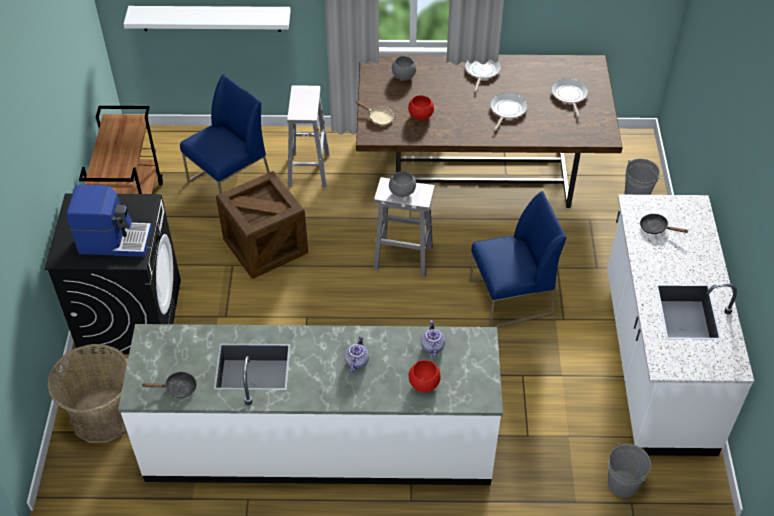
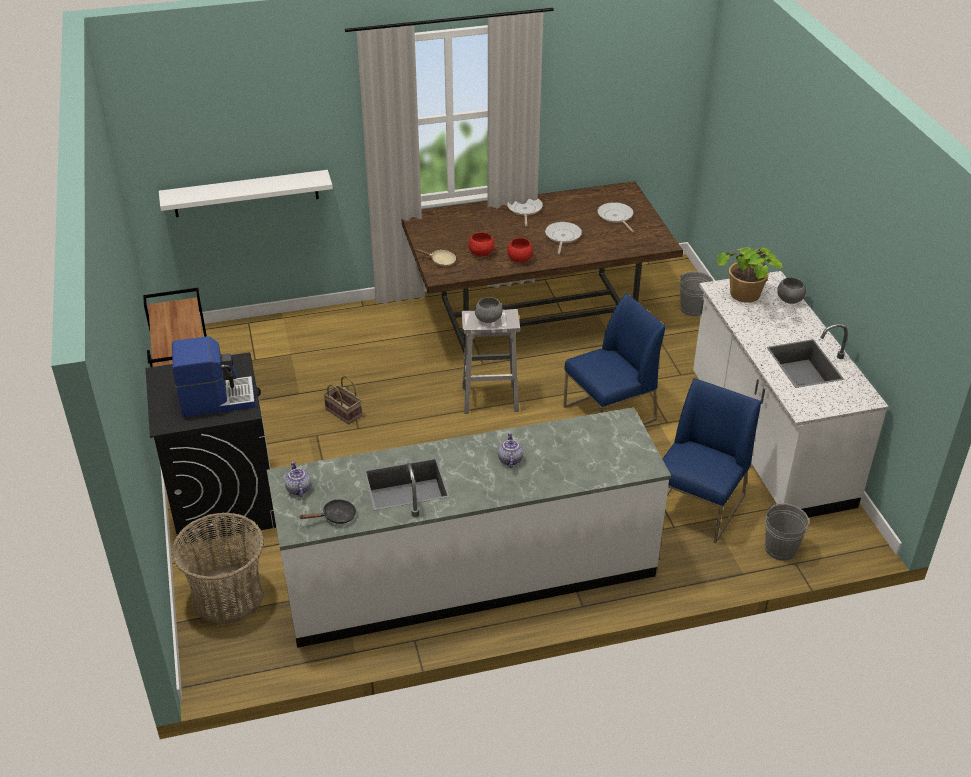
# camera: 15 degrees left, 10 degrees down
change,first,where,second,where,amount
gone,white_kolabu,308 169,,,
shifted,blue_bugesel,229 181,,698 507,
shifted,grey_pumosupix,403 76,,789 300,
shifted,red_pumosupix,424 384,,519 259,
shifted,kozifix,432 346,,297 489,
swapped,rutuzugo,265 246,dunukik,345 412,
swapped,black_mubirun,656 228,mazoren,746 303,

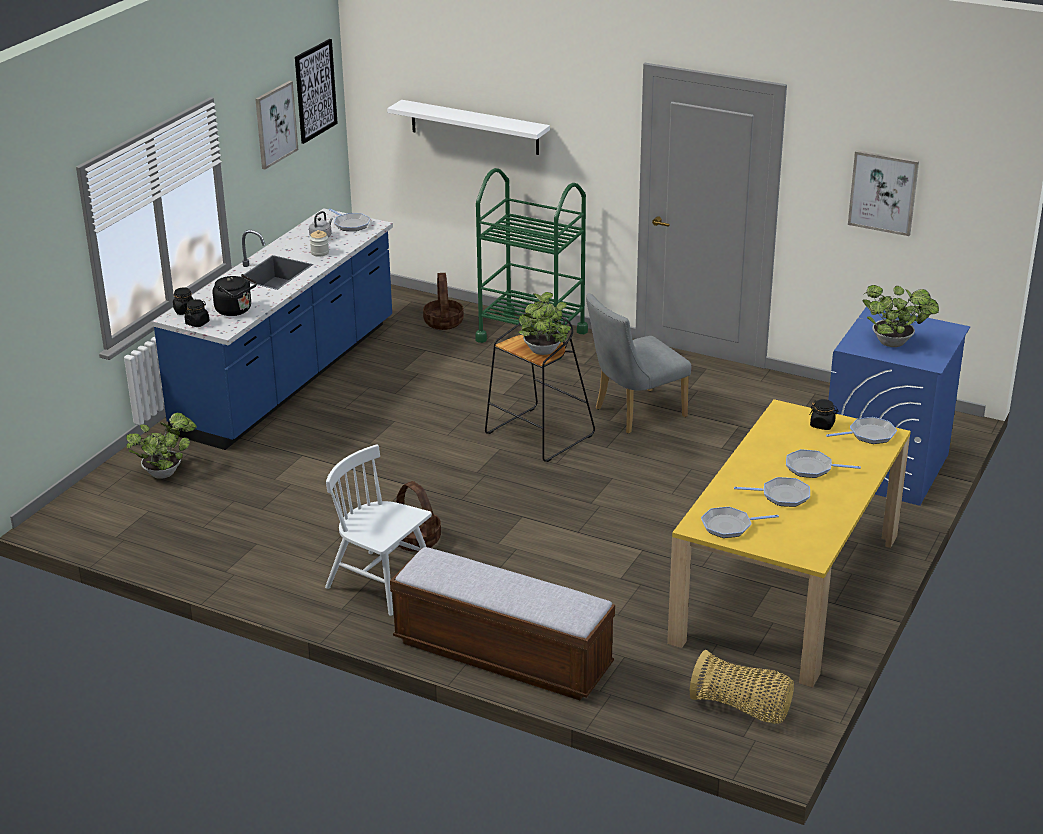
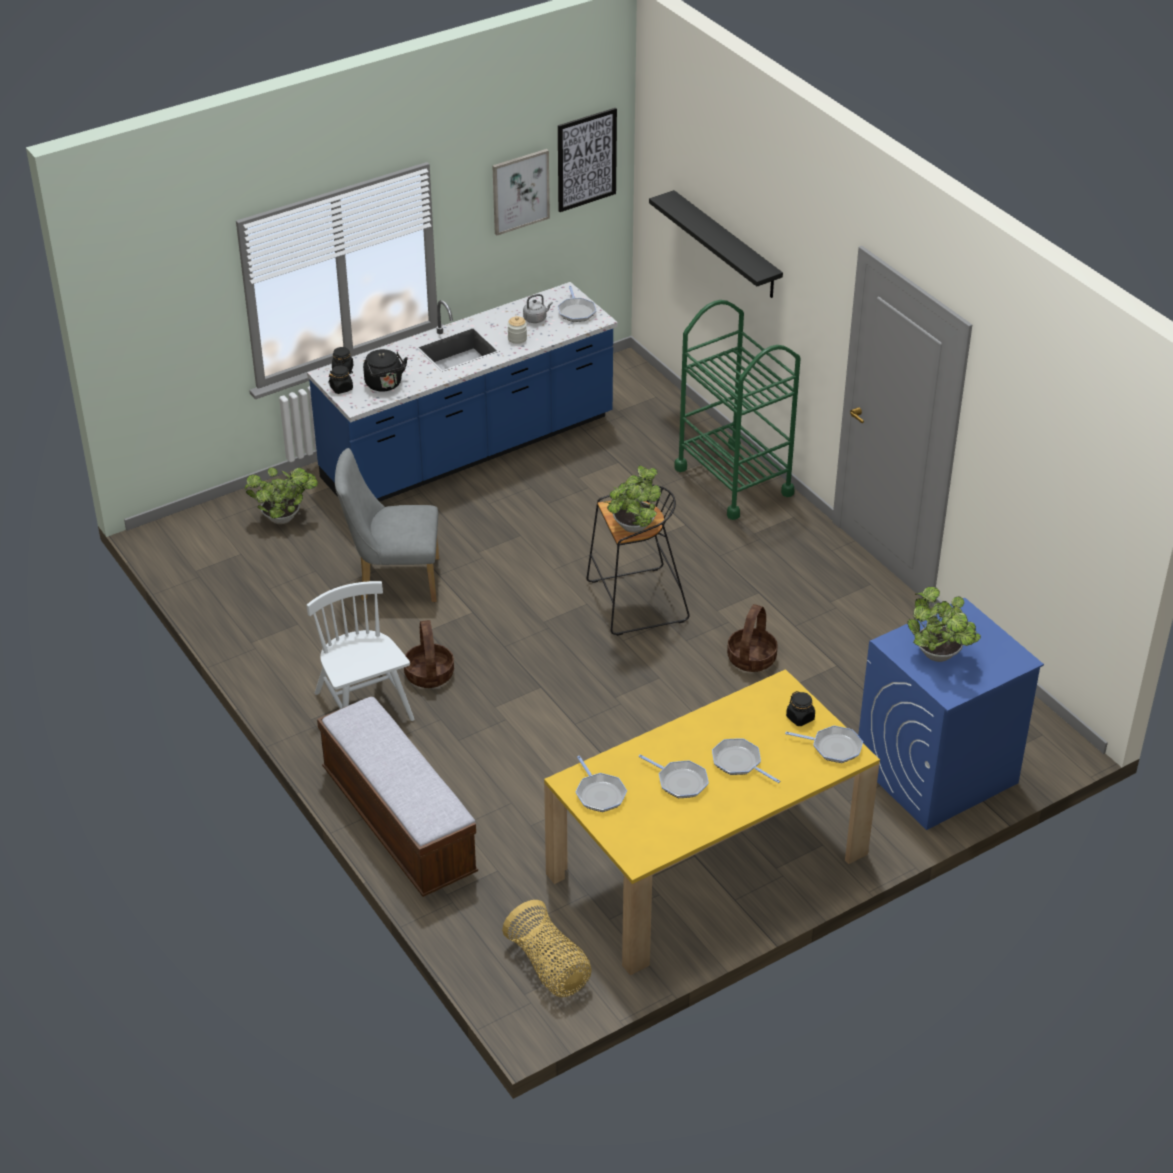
# camera: 30 degrees right, 10 degrees up
change,first,where,second,where,amount
gone,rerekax,883 192,,,
shifted,dunukik,444 322,,751 658,
shifted,grey_bugesel,634 414,,392 580,
repainted,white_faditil,474 127,black_faditil,726 245,
rotated,mubirun,729 526,,599 794,135 degrees counterclockwise

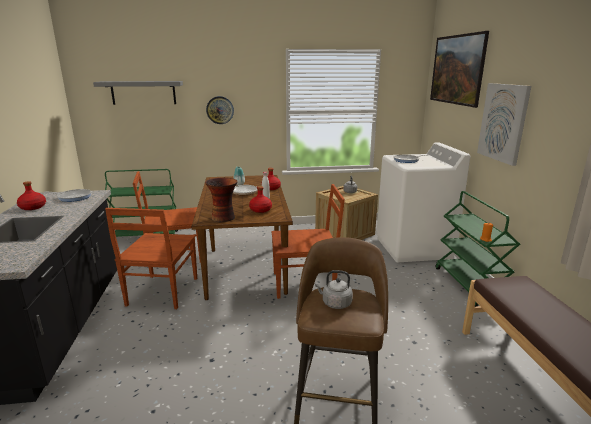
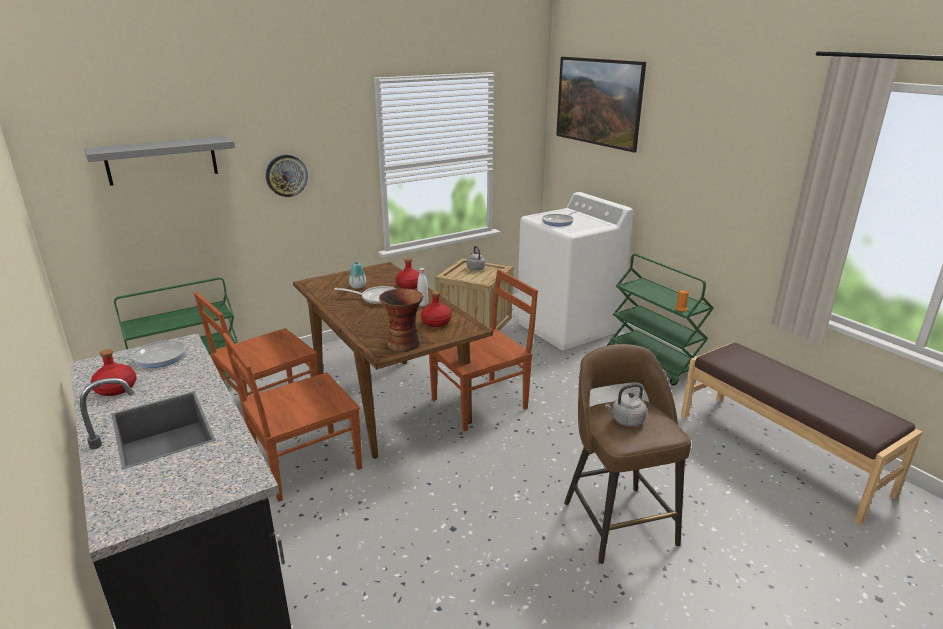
# camera: 25 degrees left, 5 degrees up
change,first,where,second,where,amount
gone,rerekax,503 122,,,
rotated,brown_bugesel,162 292,,304 465,75 degrees clockwise

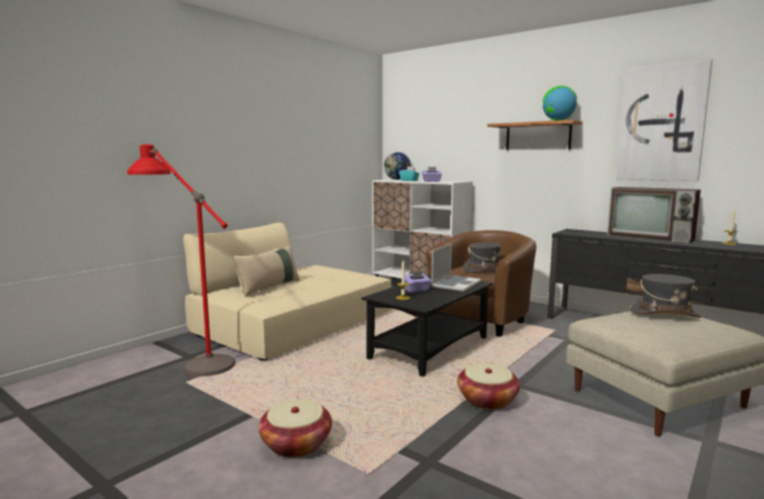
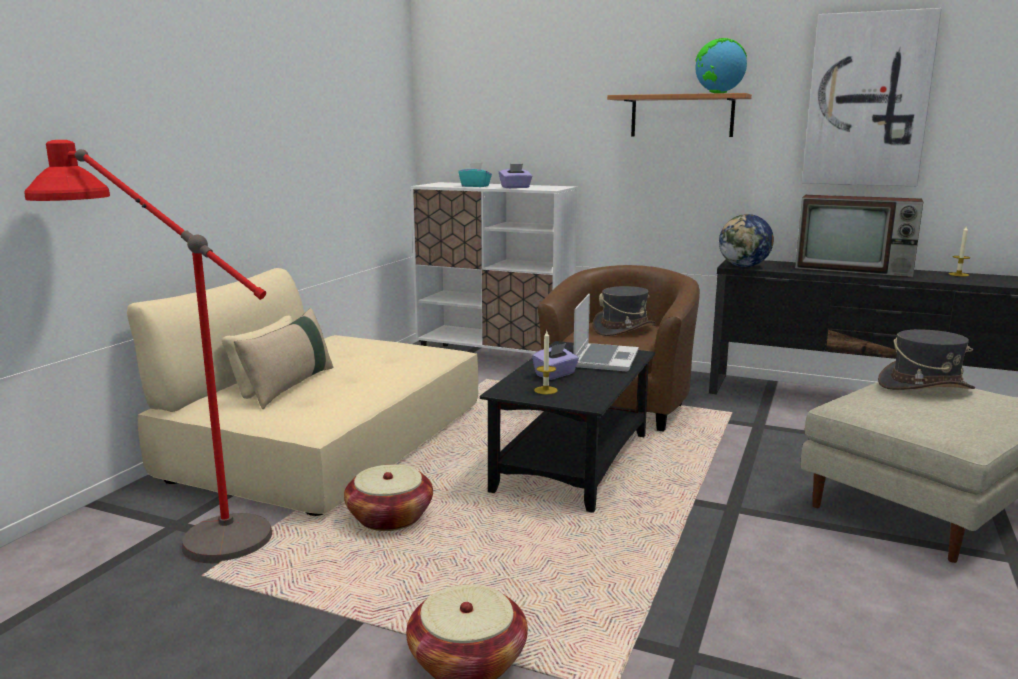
# camera: 15 degrees left, 5 degrees up
change,first,where,second,where,amount
shifted,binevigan,397 179,,744 266,
shifted,dunukik,487 400,,389 517,

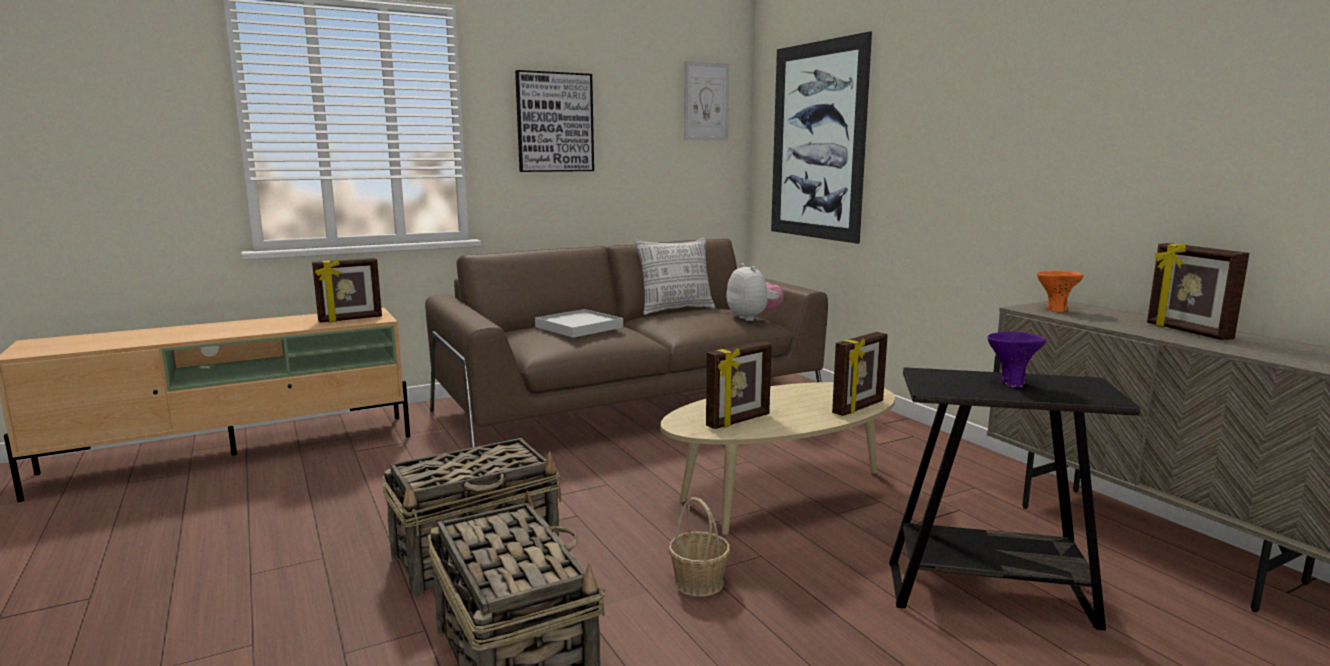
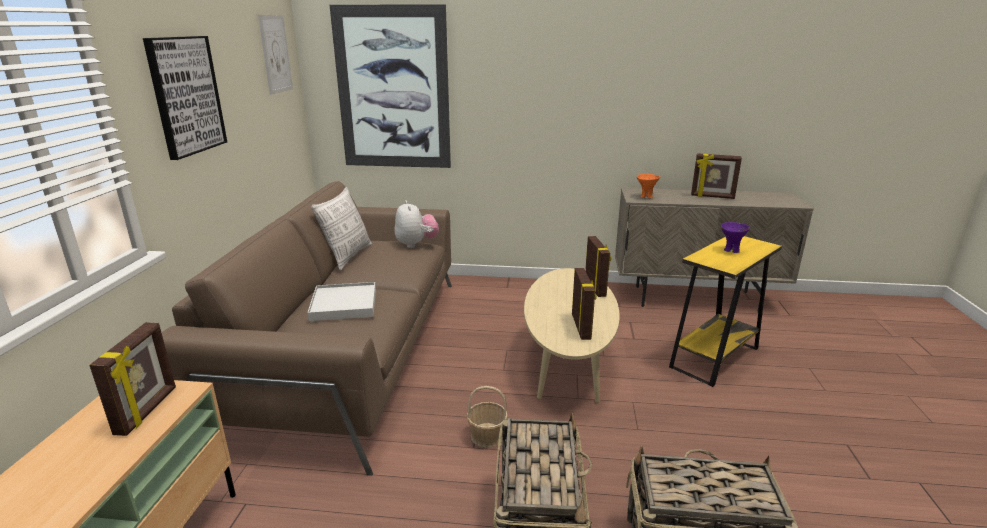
# camera: 55 degrees left, 10 degrees up
change,first,where,second,where,amount
shifted,dunukik,698 582,,487 436,
repainted,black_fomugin,989 594,yellow_fomugin,714 357,
rotated,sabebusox,753 318,,416 244,60 degrees clockwise

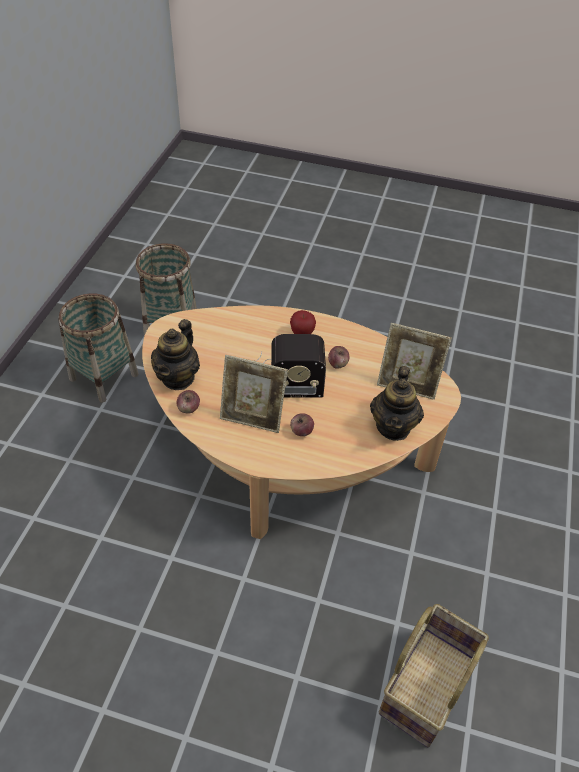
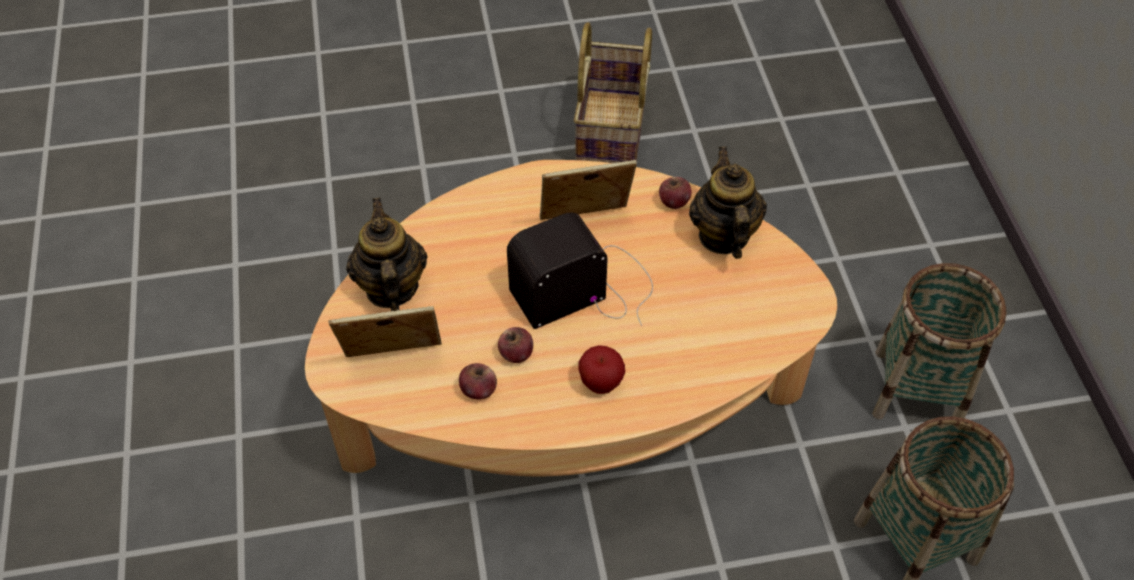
# camera: 155 degrees right, 5 degrees up
change,first,where,second,where,amount
shifted,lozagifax,301 431,,478 390,
shifted,dunukik,425 684,,613 132,

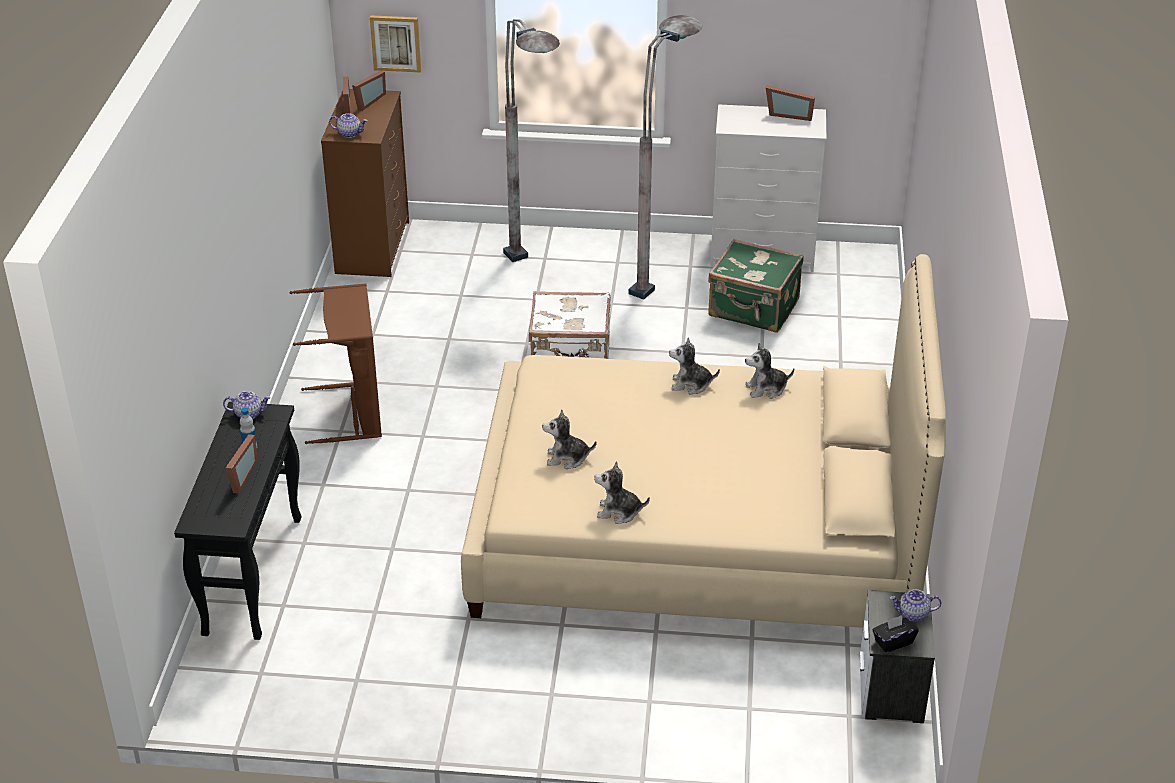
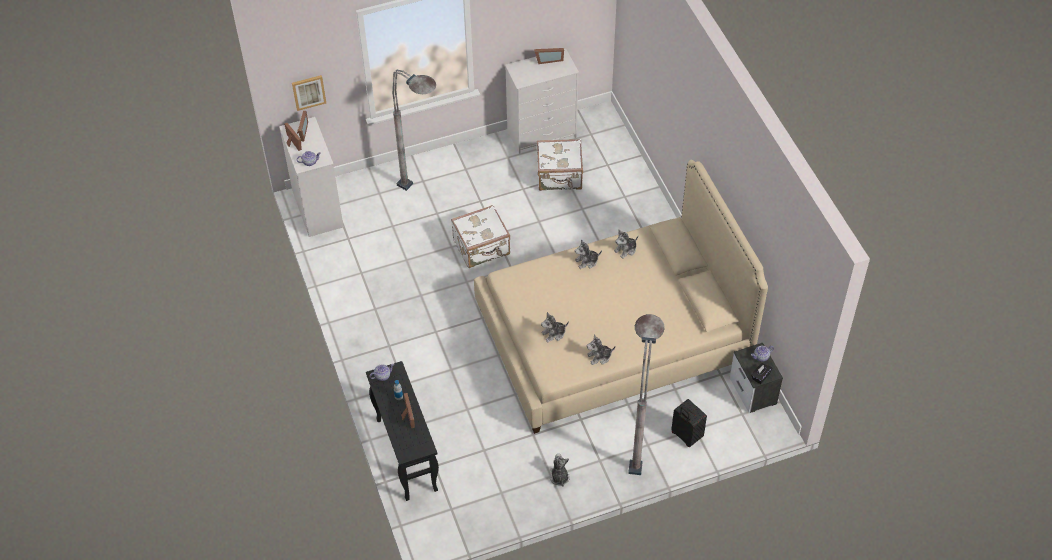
# camera: 25 degrees left, 15 degrees up
change,first,where,second,where,amount
gone,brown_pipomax,353 412,,,
new,,,sabebusox,559 477,
new,,,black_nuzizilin,686 436,
shifted,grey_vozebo,664 273,,638 443,
repainted,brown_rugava,372 247,white_rugava,317 208,
repainted,green_nuzizilin,753 309,white_nuzizilin,560 177,

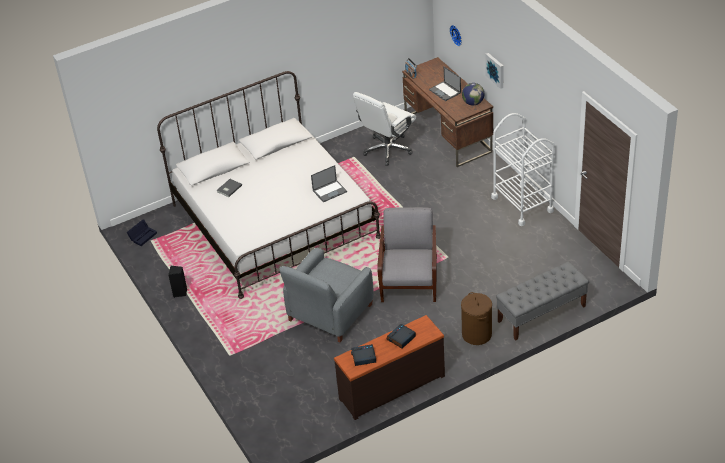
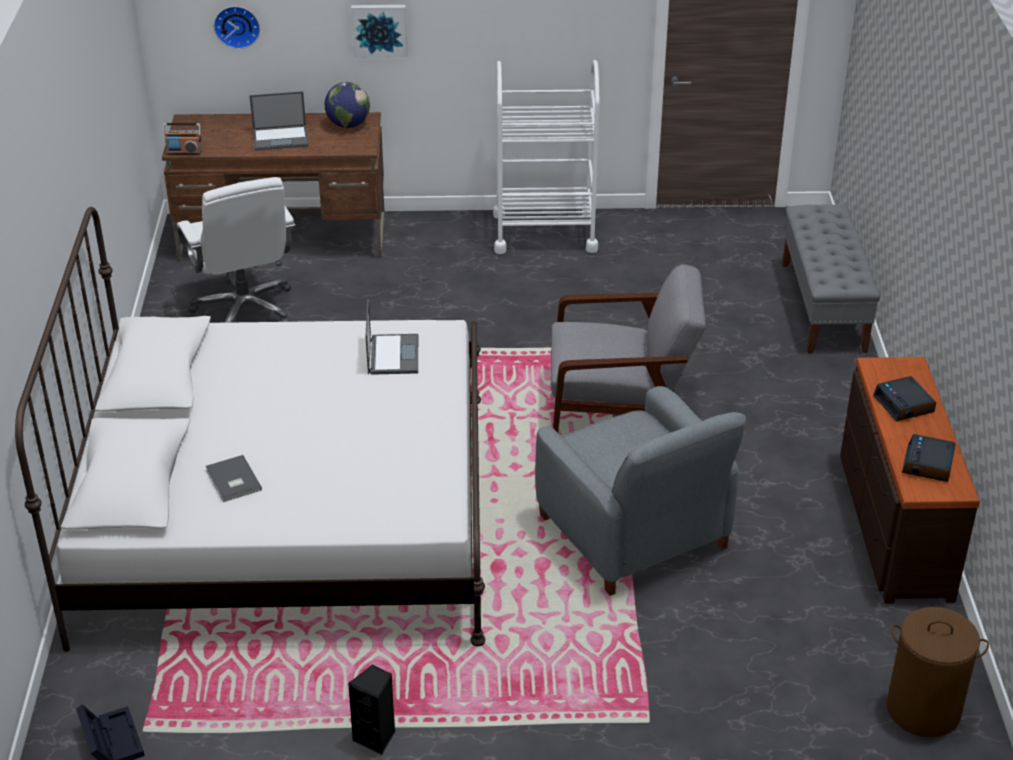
# camera: 65 degrees left, 5 degrees down
change,first,where,second,where,amount
shifted,brown_pipomax,477 334,,924 710,
rotated,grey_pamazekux,409 278,,621 406,150 degrees clockwise

